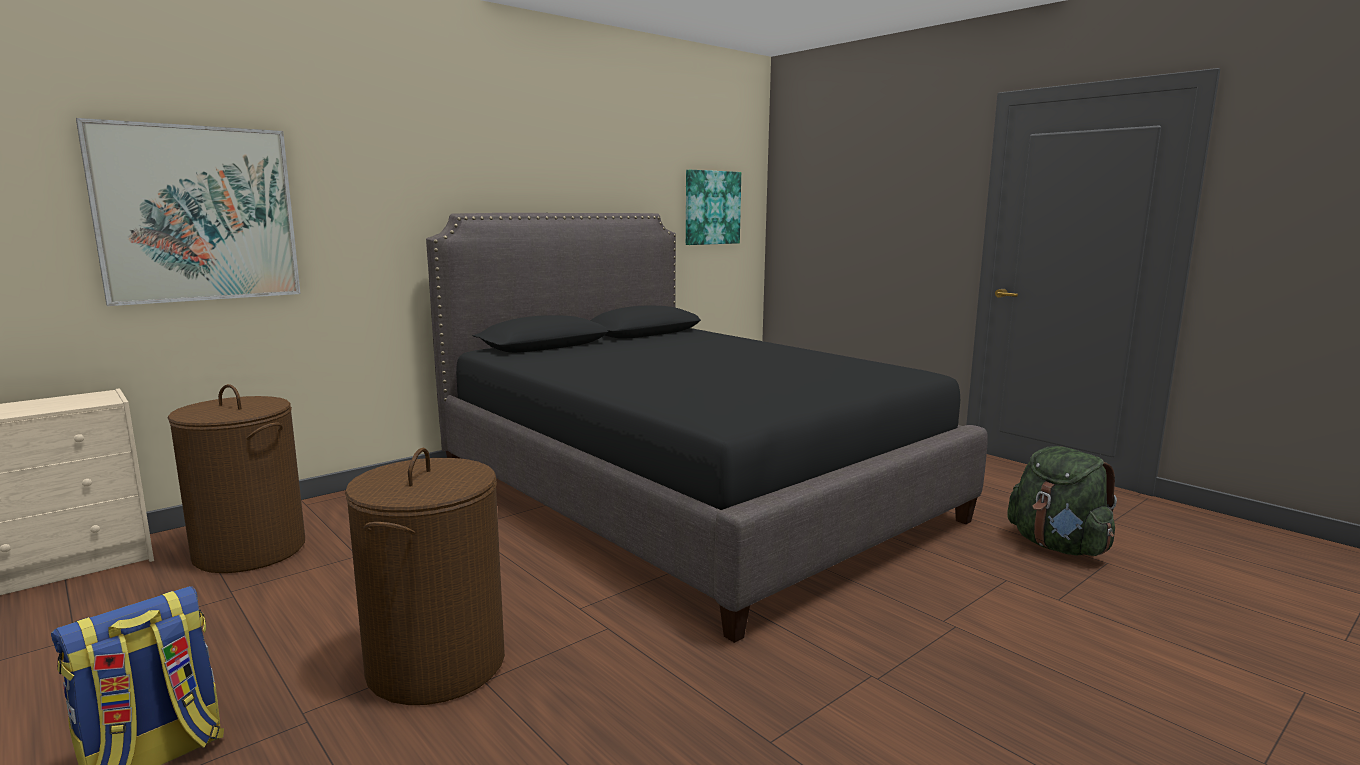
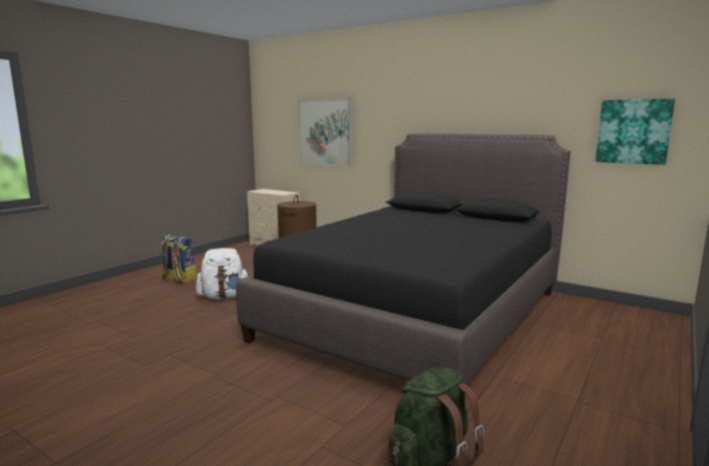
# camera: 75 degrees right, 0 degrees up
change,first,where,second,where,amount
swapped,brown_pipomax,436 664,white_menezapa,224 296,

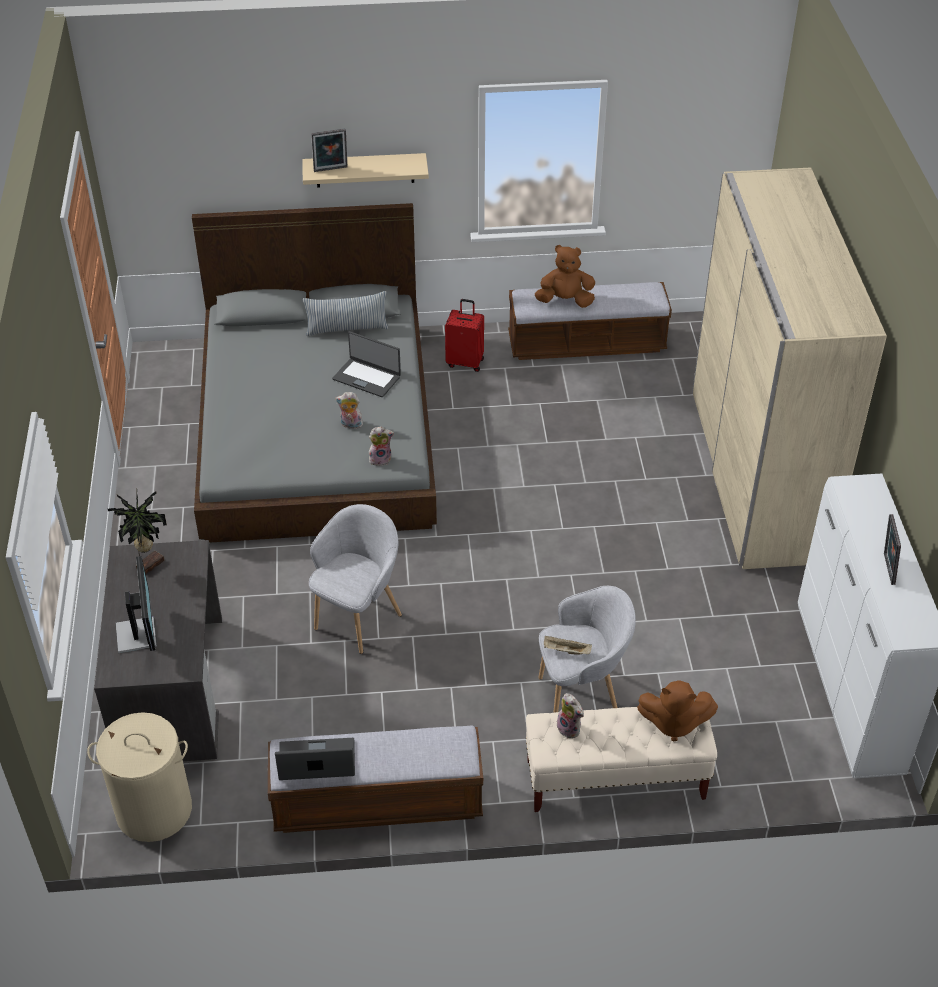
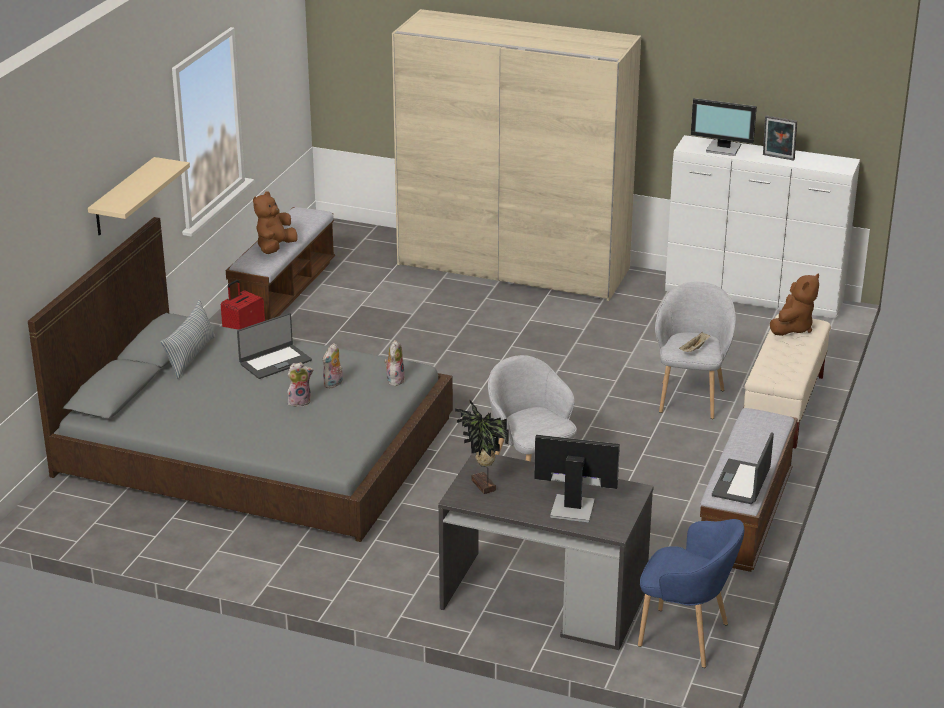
# camera: 65 degrees left, 15 degrees down
change,first,where,second,where,amount
gone,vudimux,331 170,,,
new,,,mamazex,723 149,
shifted,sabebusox,570 728,,300 401,
swapped,beige_pipomax,153 810,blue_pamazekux,686 637,

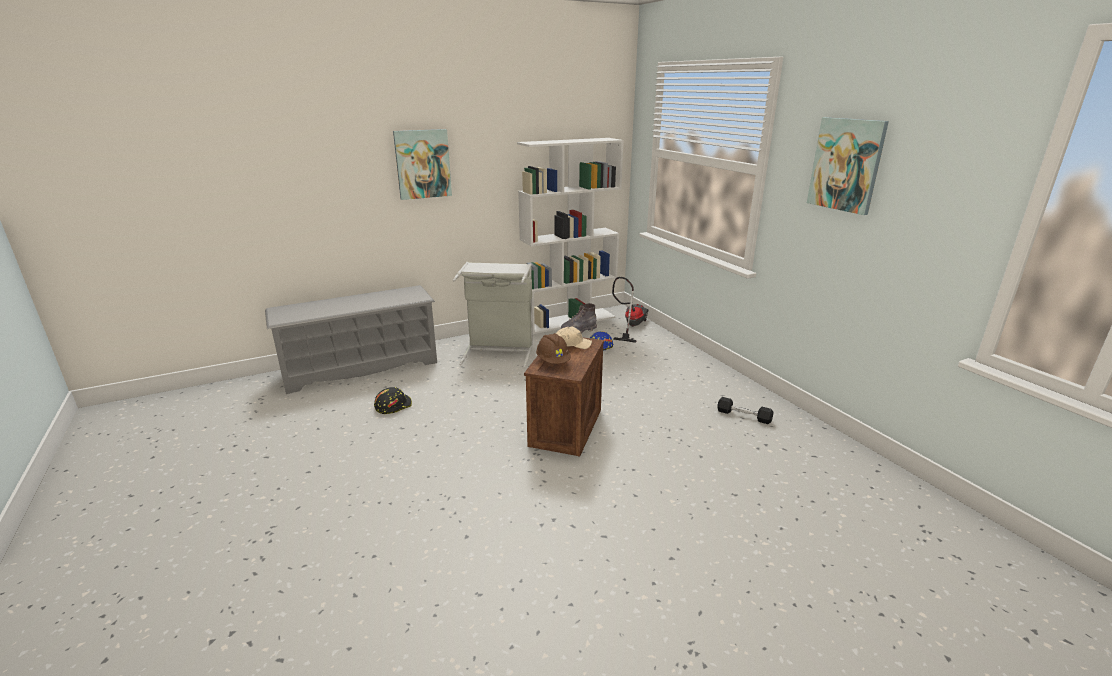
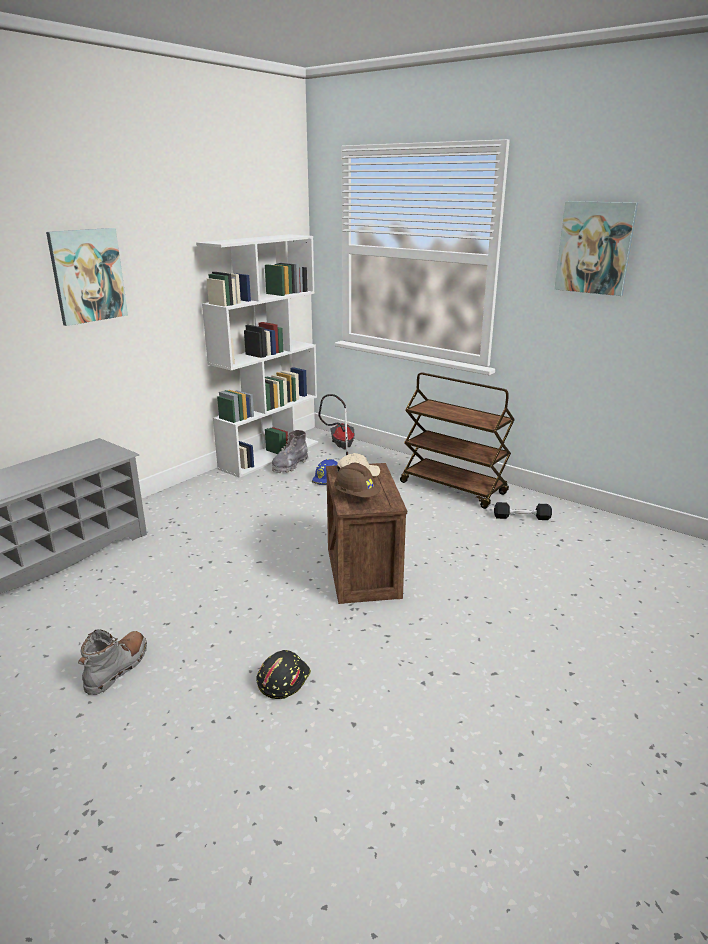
# camera: 25 degrees left, 0 degrees up
change,first,where,second,where,amount
gone,grey_pipomax,499 351,,,
new,,,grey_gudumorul,117 668,
new,,,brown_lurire,453 488,
shifted,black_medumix,393 405,,283 679,

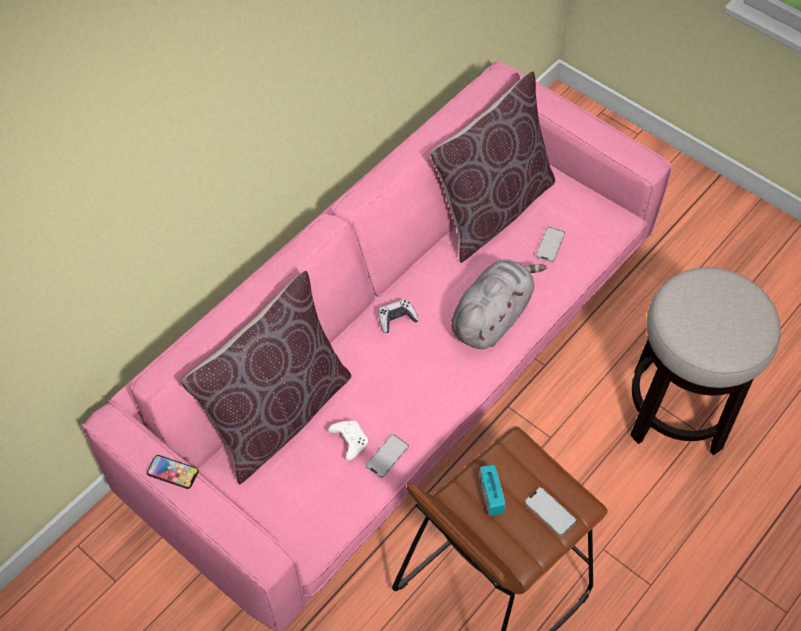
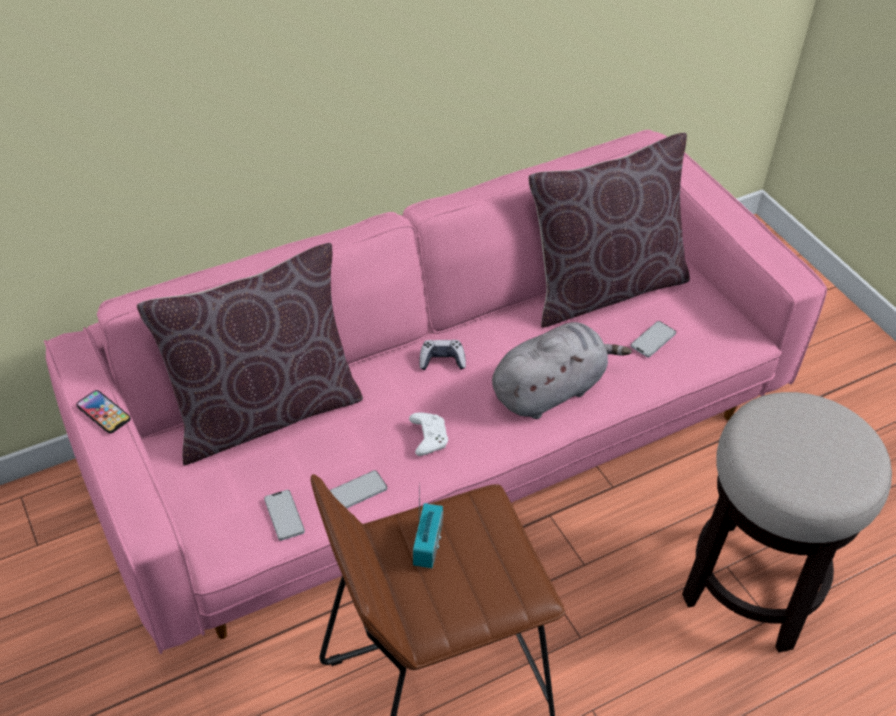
# camera: 20 degrees right, 10 degrees down
change,first,where,second,where,amount
shifted,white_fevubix,349 441,,428 438,
shifted,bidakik,550 512,,284 515,

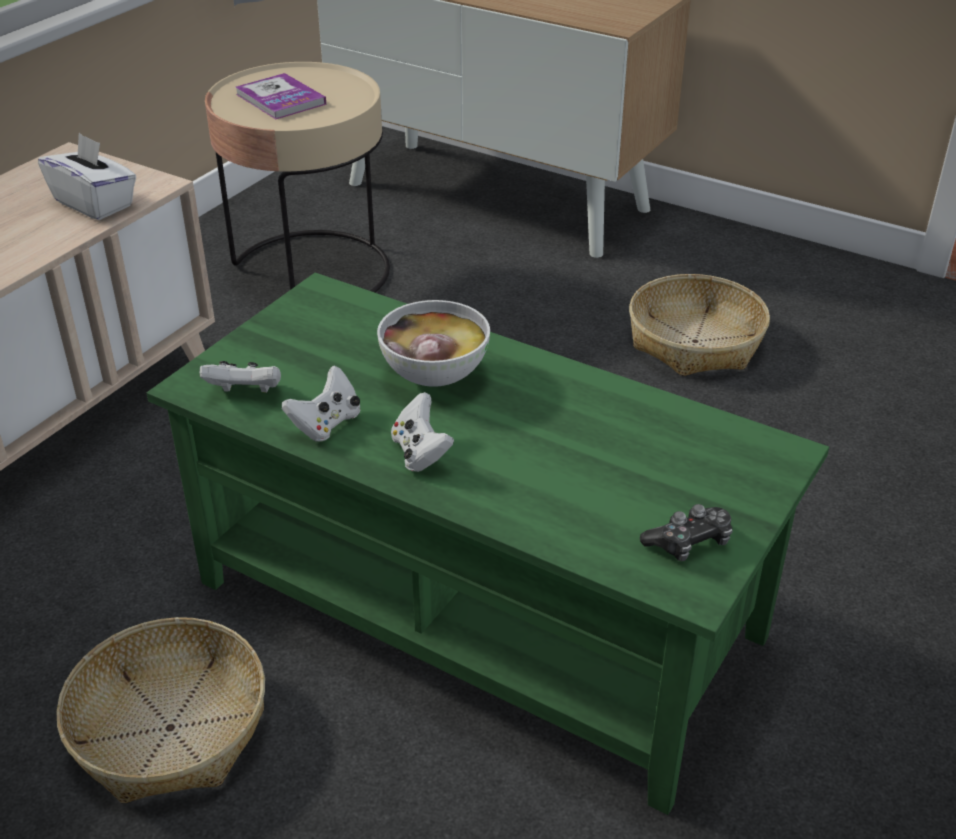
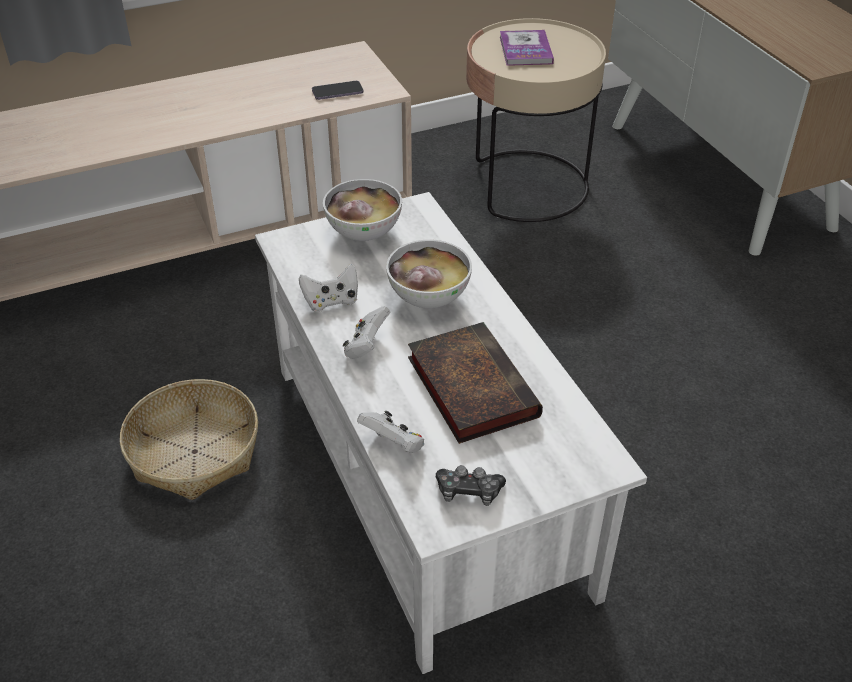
# camera: 35 degrees right, 5 degrees up
change,first,where,second,where,amount
gone,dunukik,695 341,,,
new,,,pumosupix,364 232,
new,,,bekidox,469 385,
shifted,white_fevubix,246 393,,394 445,
swapped,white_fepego,95 203,bidakik,337 92,
repainted,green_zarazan,480 609,white_zarazan,427 475,

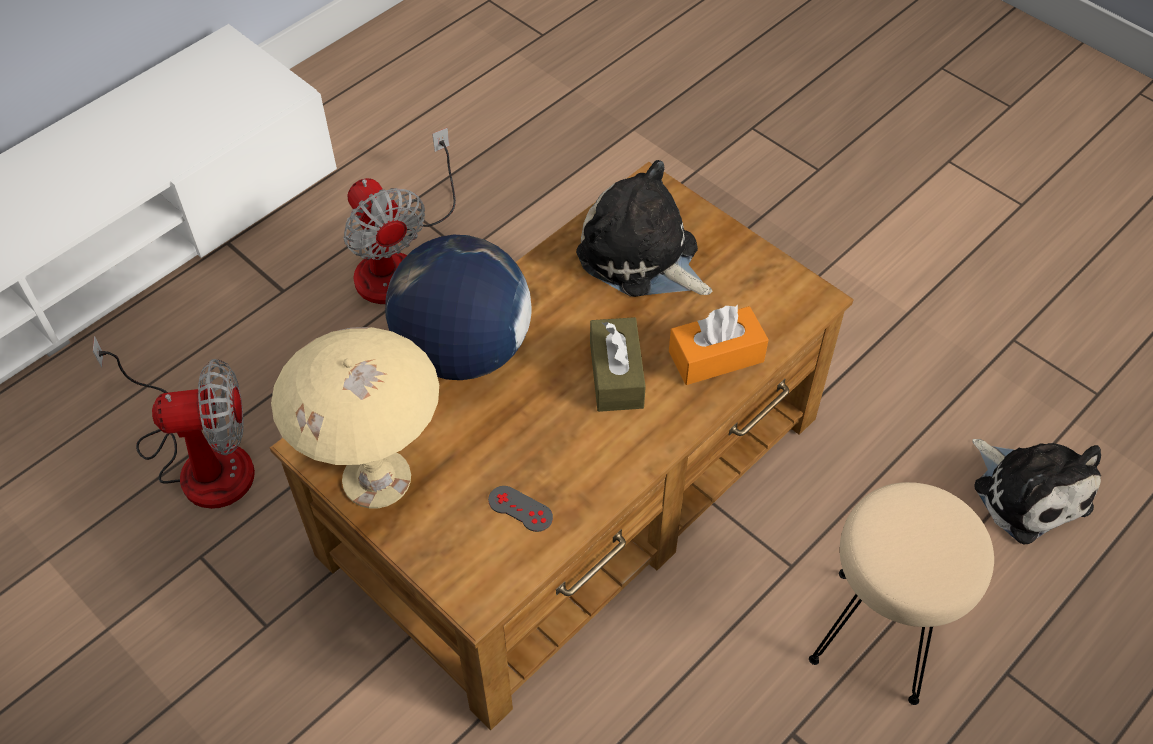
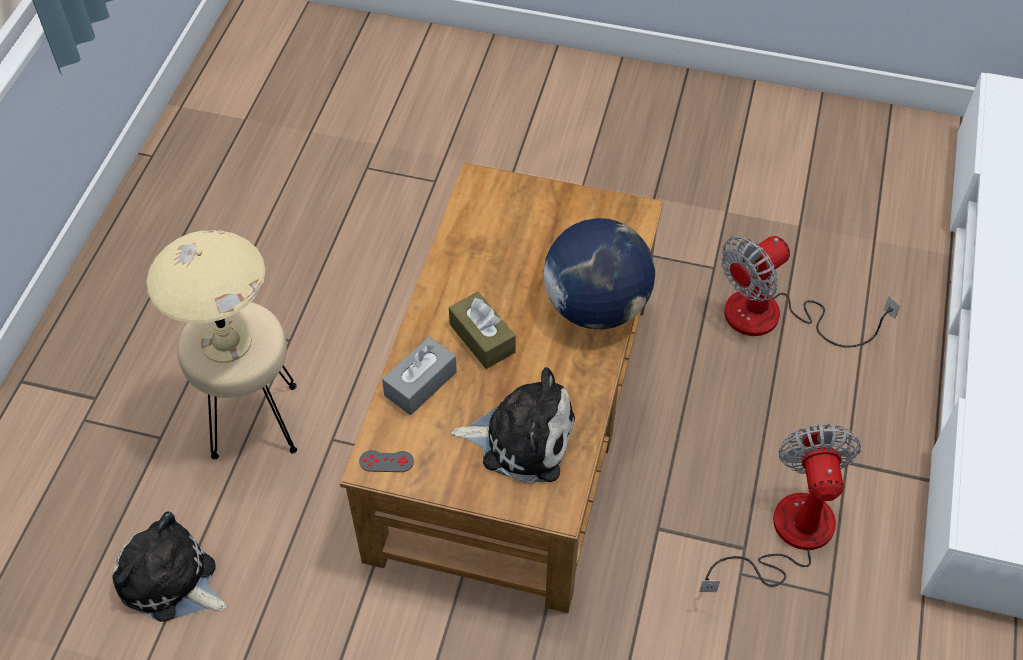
# camera: 150 degrees right, 0 degrees up
change,first,where,second,where,amount
shifted,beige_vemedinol,377 479,,225 342,
shifted,grey_fevubix,520 509,,386 461,
repainted,orange_fepego,716 356,grey_fepego,420 383,
rotated,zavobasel,398 261,,786 536,60 degrees clockwise

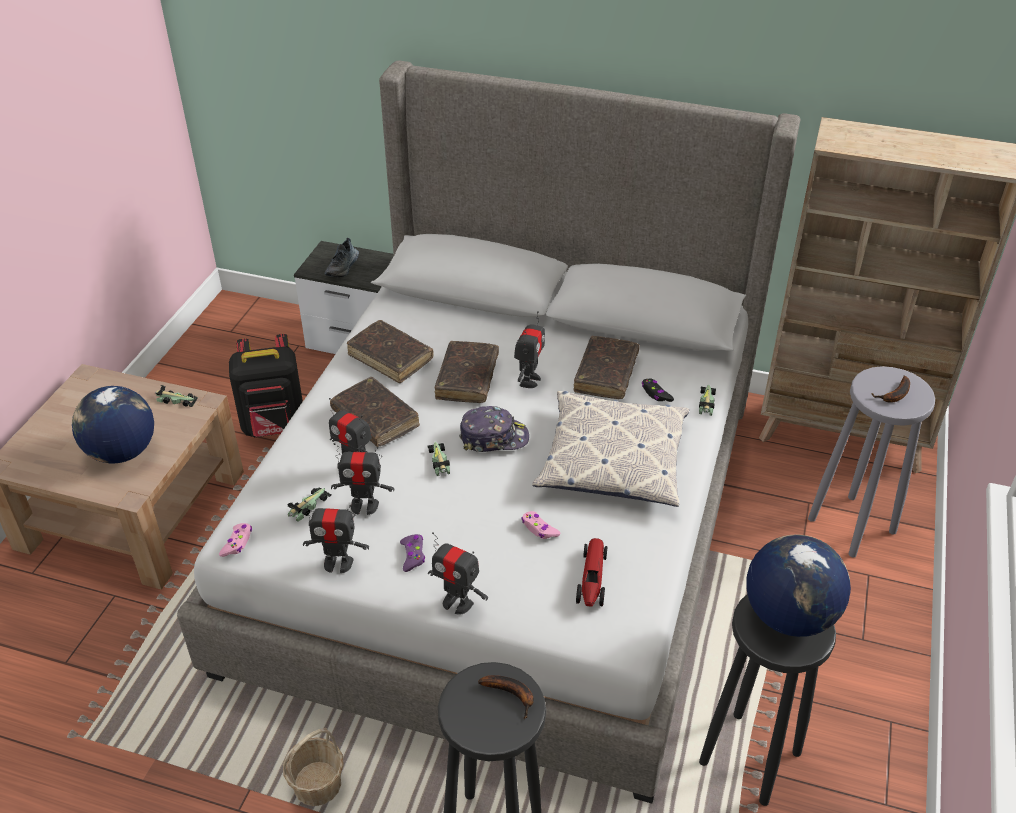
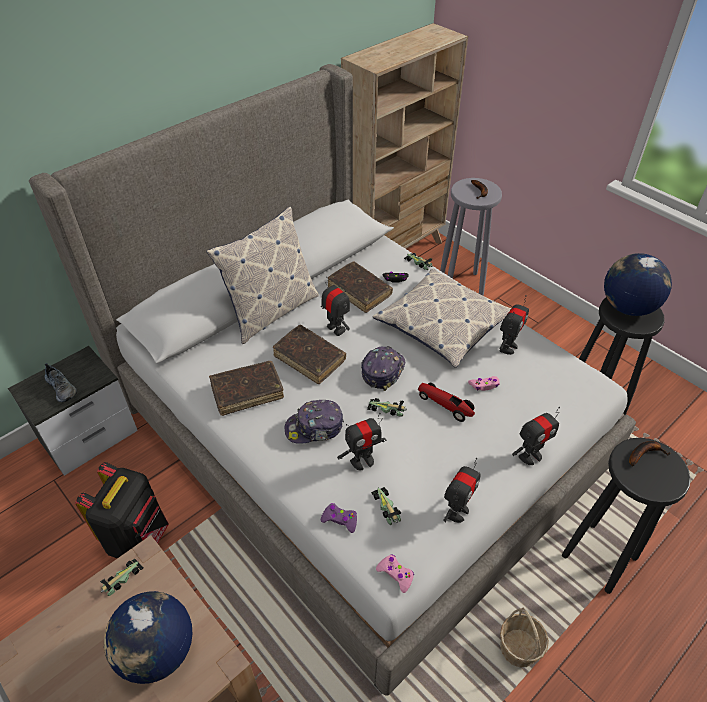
# camera: 60 degrees left, 5 degrees up
change,first,where,second,where,amount
new,,,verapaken,271 311,
shifted,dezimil,364 506,,508 347,
shifted,purple_fevubix,413 555,,340 520,
shifted,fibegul,592 579,,445 405,
swapped,brown_bekidox,375 419,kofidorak,314 428,

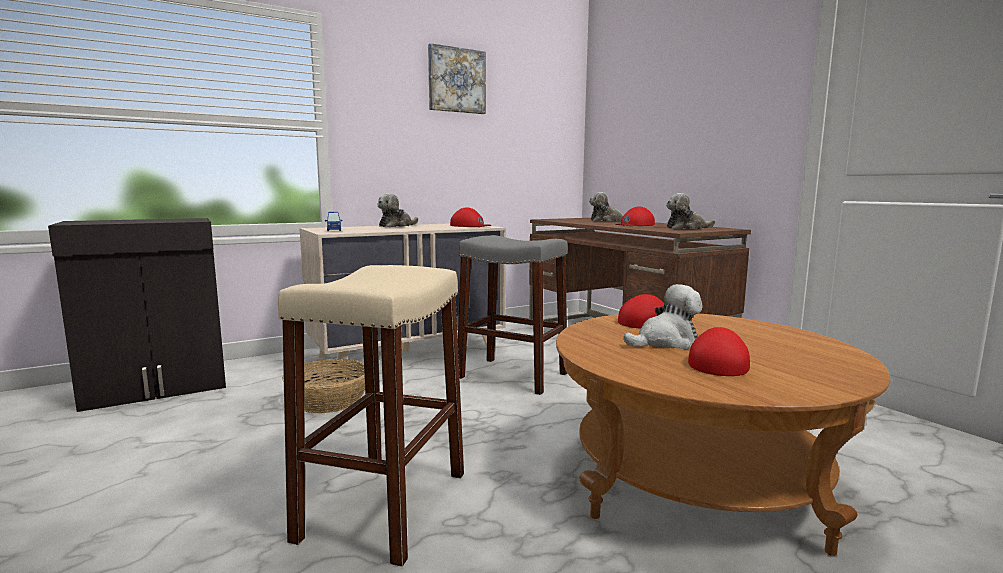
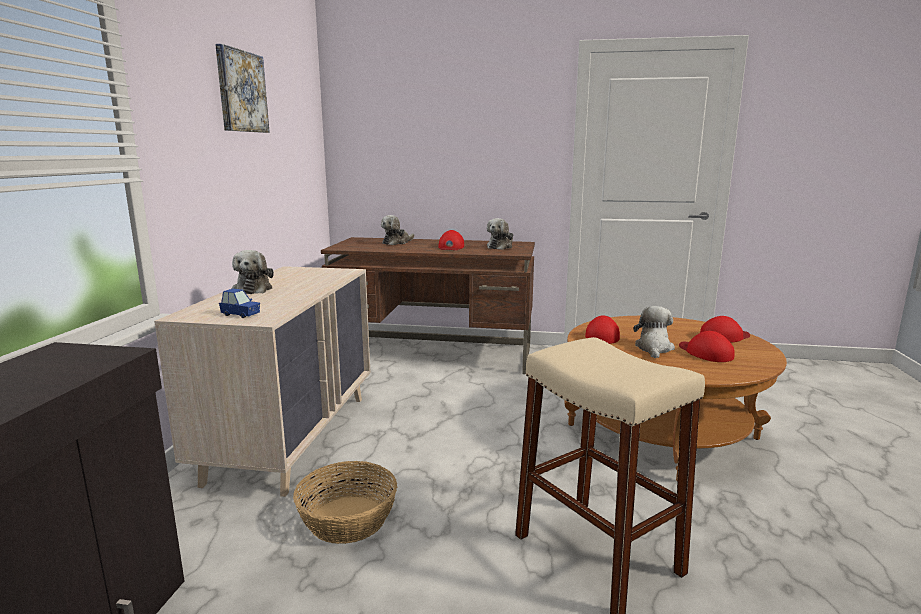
# camera: 50 degrees left, 5 degrees up
change,first,where,second,where,amount
gone,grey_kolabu,512 375,,,
shifted,red_kofidorak,470 226,,724 337,

